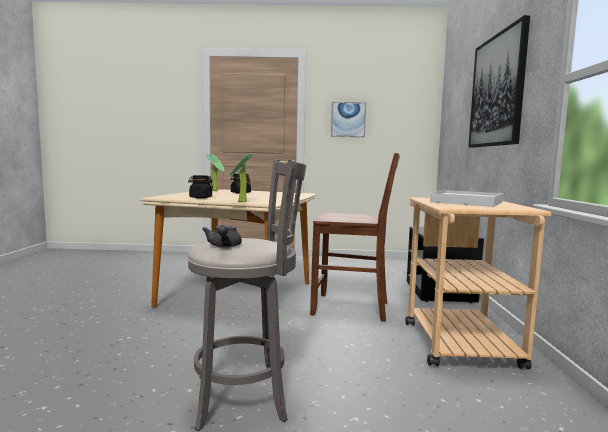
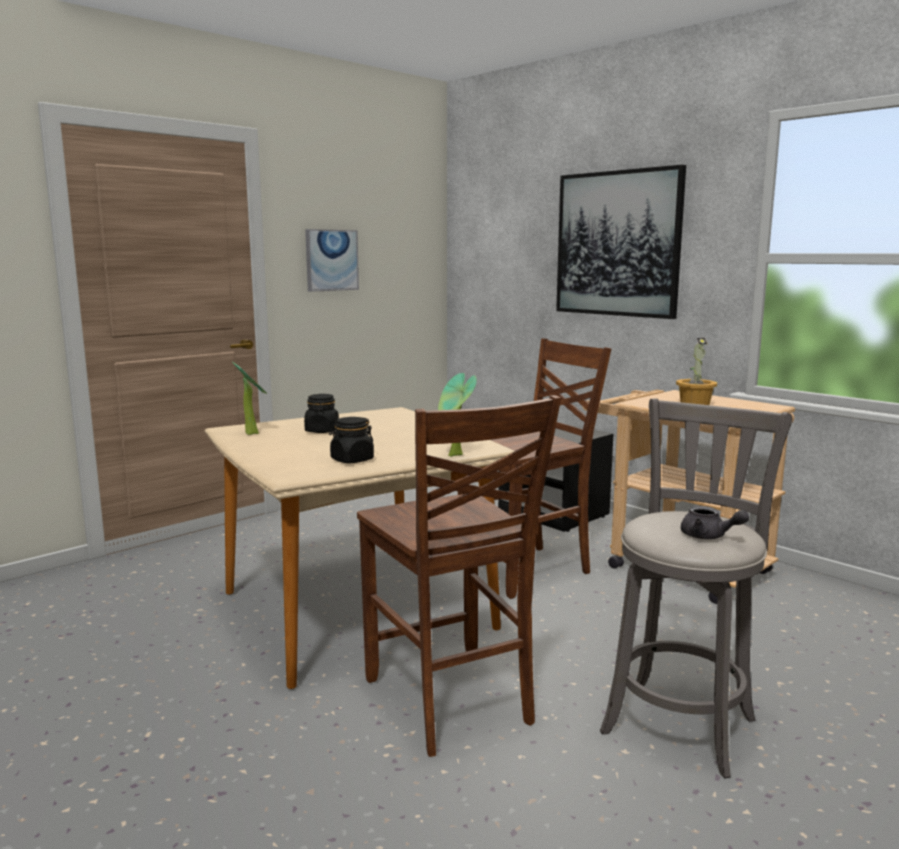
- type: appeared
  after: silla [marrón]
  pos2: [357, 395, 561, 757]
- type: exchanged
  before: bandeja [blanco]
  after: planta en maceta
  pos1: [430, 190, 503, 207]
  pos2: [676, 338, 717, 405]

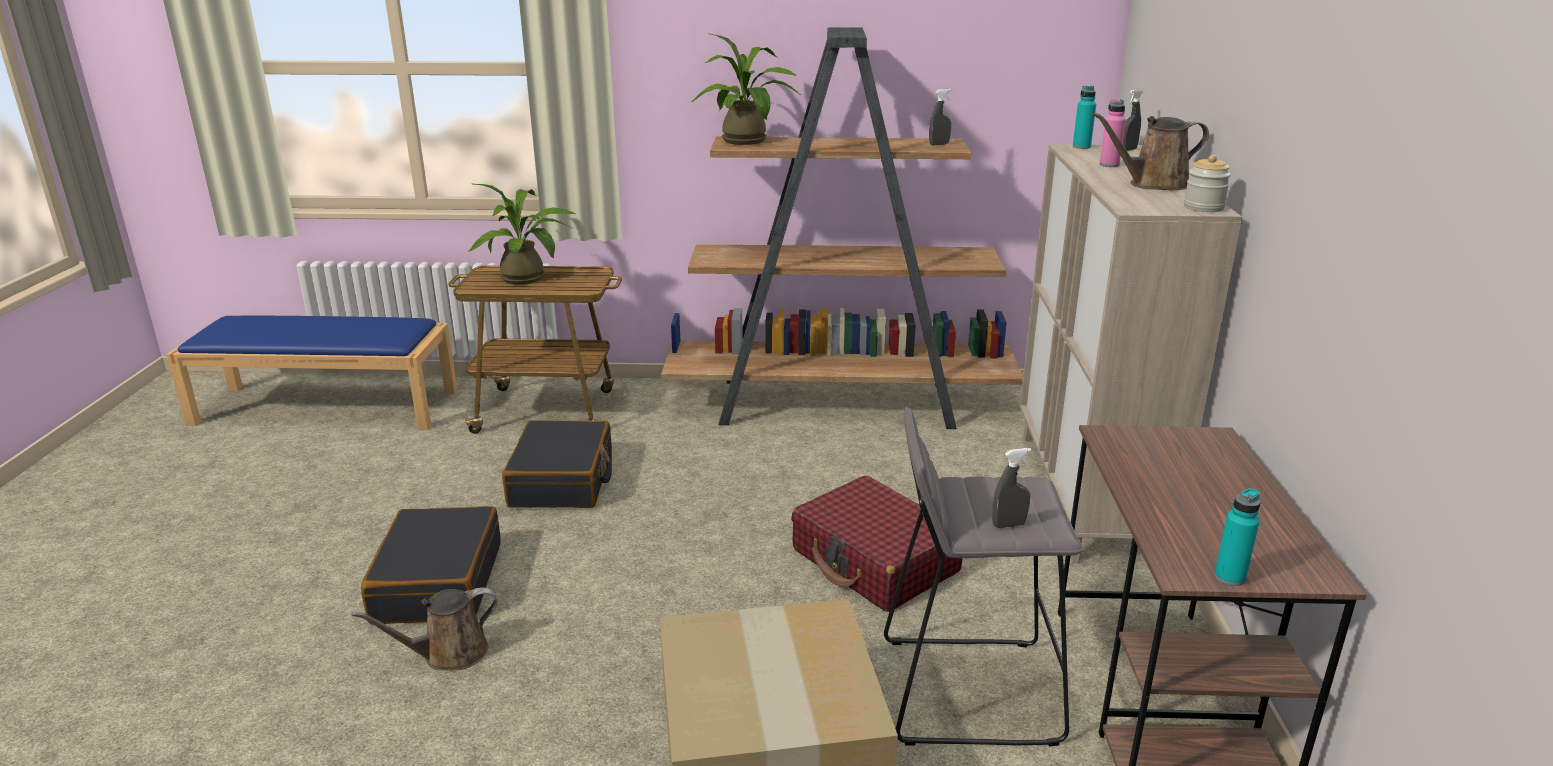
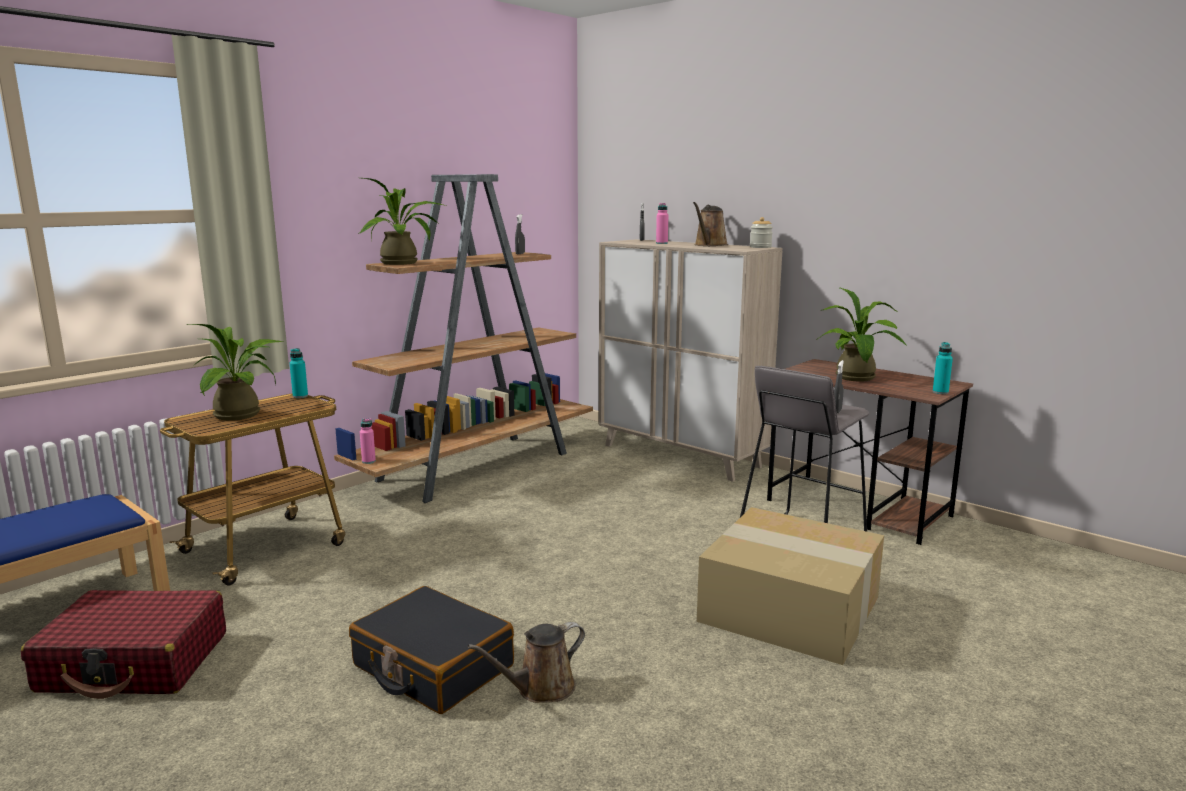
- type: missing
  before: maleta [negro]
  pos1: [502, 420, 612, 508]
- type: appeared
  after: botella [rosa]
  pos2: [360, 418, 376, 464]
- type: appeared
  after: planta en maceta
  pos2: [816, 287, 907, 382]
- type: relocated
  before: maleta [rojo]
  pos1: [791, 475, 962, 612]
  pos2: [21, 590, 226, 699]
- type: relocated
  before: botella [turquesa]
  pos1: [1073, 85, 1096, 149]
  pos2: [289, 348, 308, 398]
- type: spun
  before: regadera [marrón]
  pos1: [351, 587, 497, 670]
  pos2: [468, 622, 585, 703]
  turn: 45

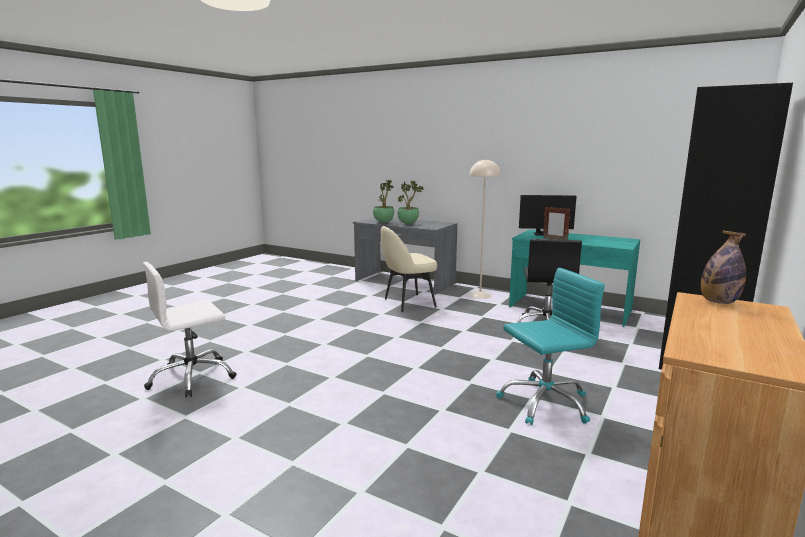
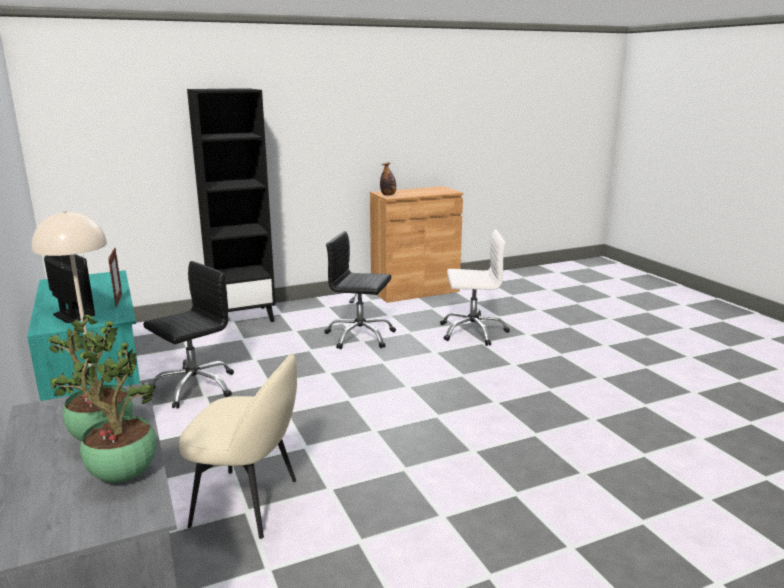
- type: relocated
  before: silla de oficina [blanco]
  pos1: [143, 262, 236, 397]
  pos2: [440, 229, 510, 346]
- type: colour
  before: silla de oficina [turquesa]
  after: silla de oficina [negro]
  pos1: [496, 268, 605, 425]
  pos2: [325, 231, 396, 349]

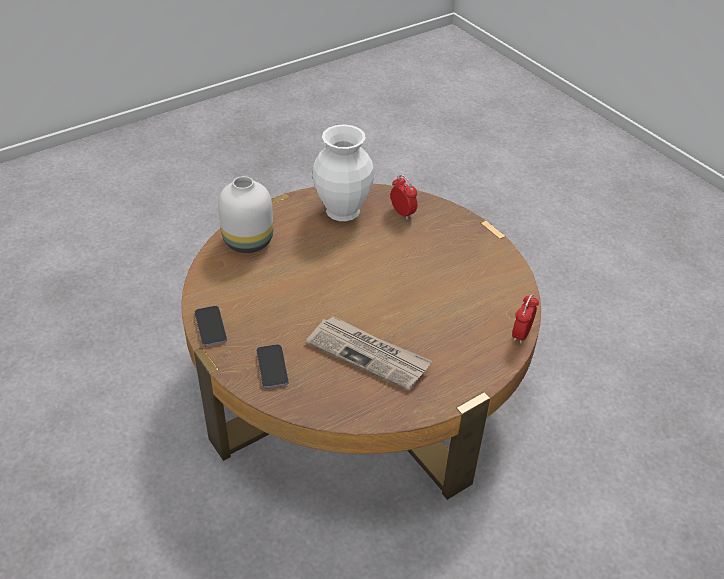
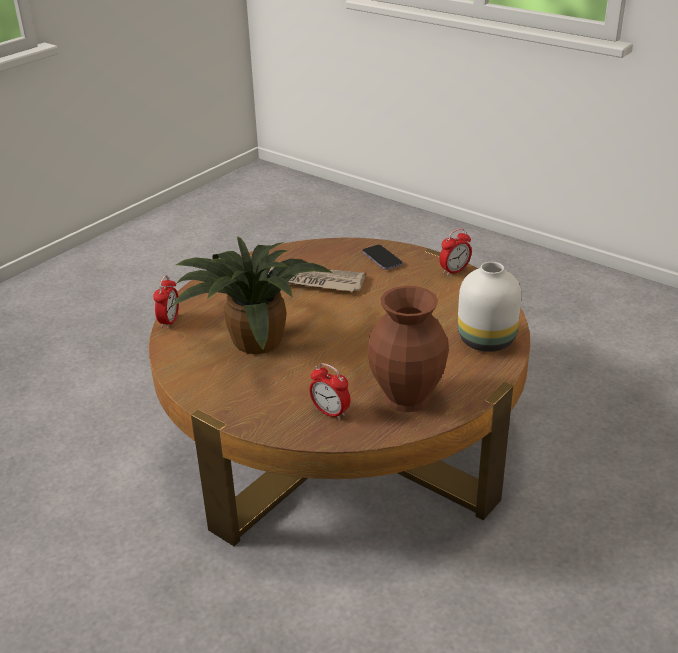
- type: appeared
  after: planta en maceta
  pos2: [172, 236, 332, 354]
- type: exchanged
  before: móvil
  after: despertador
  pos1: [195, 306, 227, 346]
  pos2: [439, 228, 472, 276]
- type: colour
  before: florero [blanco]
  after: florero [marrón]
  pos1: [312, 124, 374, 221]
  pos2: [368, 286, 449, 412]

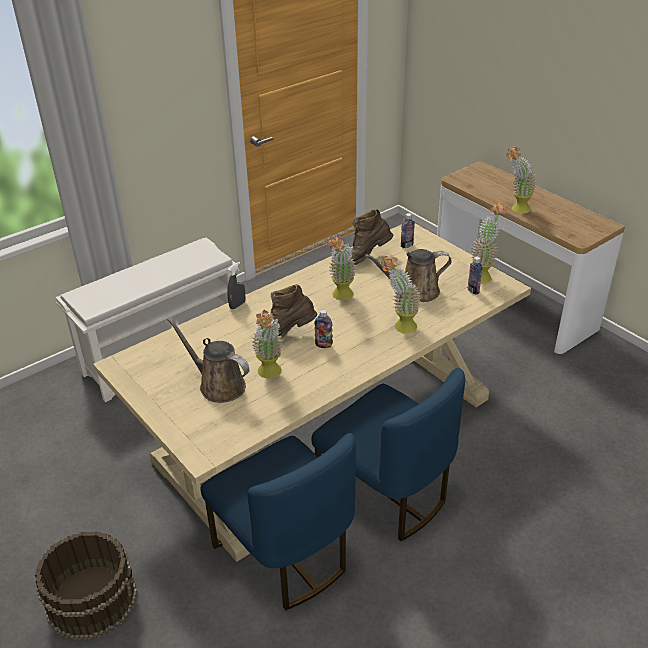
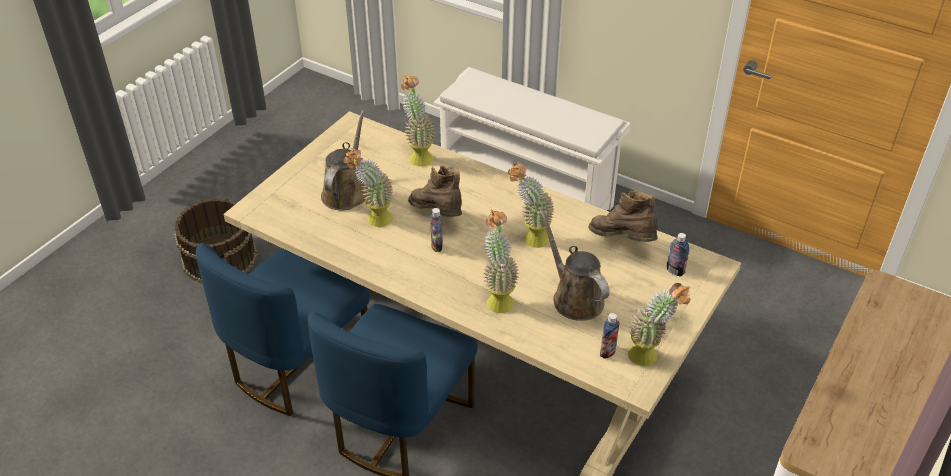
- type: missing
  before: pulverizador [gris]
  pos1: [227, 262, 245, 309]
- type: relocated
  before: planta en maceta
  pos1: [506, 146, 536, 213]
  pos2: [401, 75, 435, 167]

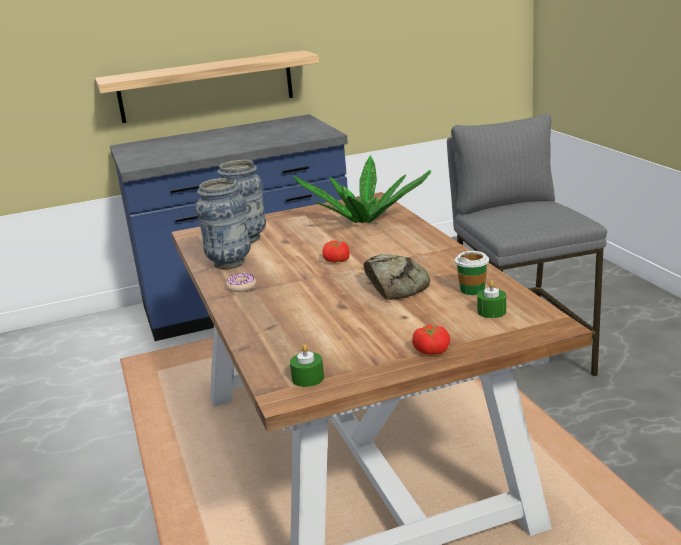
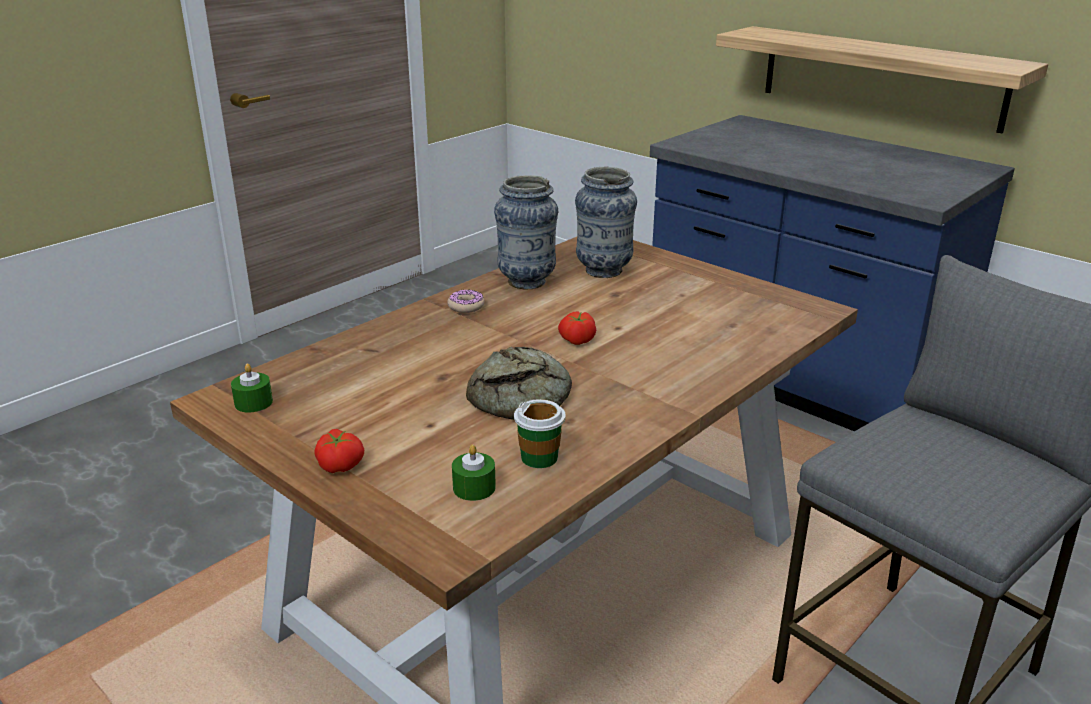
- type: missing
  before: planta en maceta
  pos1: [293, 155, 432, 223]

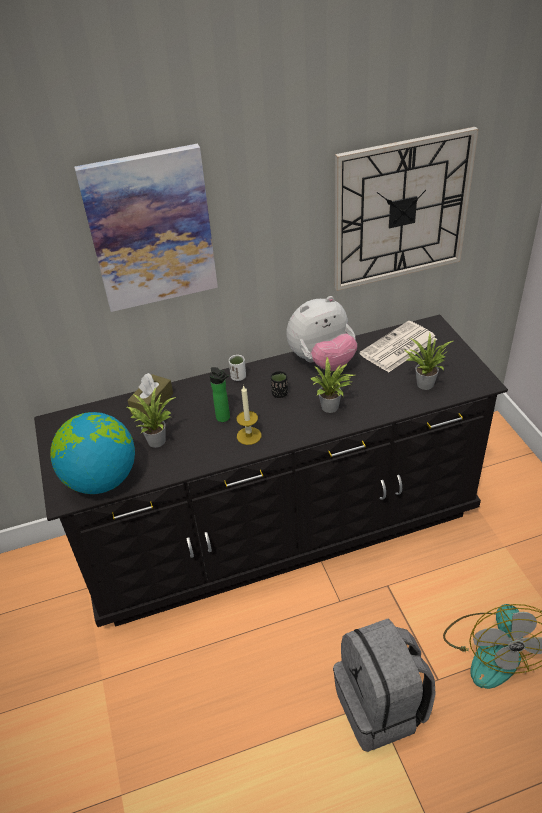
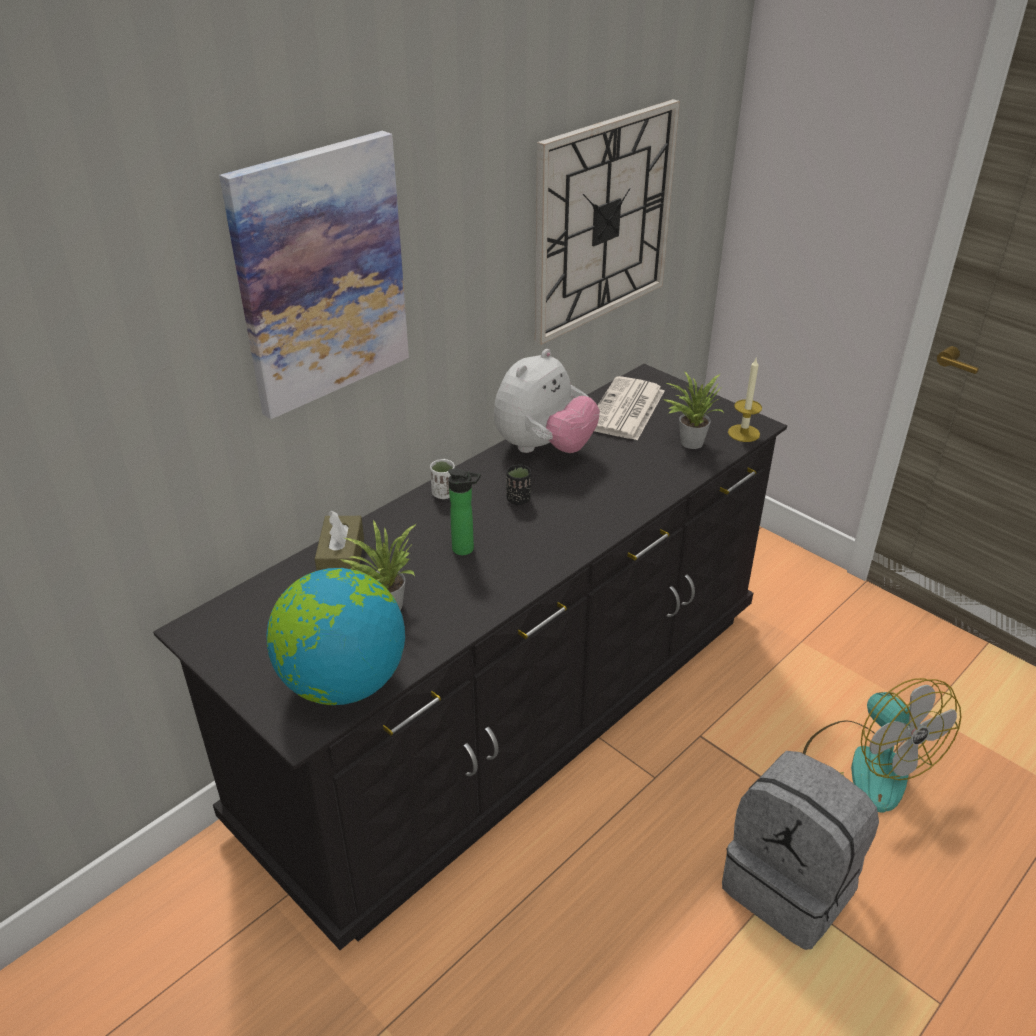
- type: missing
  before: planta en maceta
  pos1: [310, 357, 355, 413]
- type: relocated
  before: vela
  pos1: [236, 385, 261, 445]
  pos2: [728, 358, 762, 442]

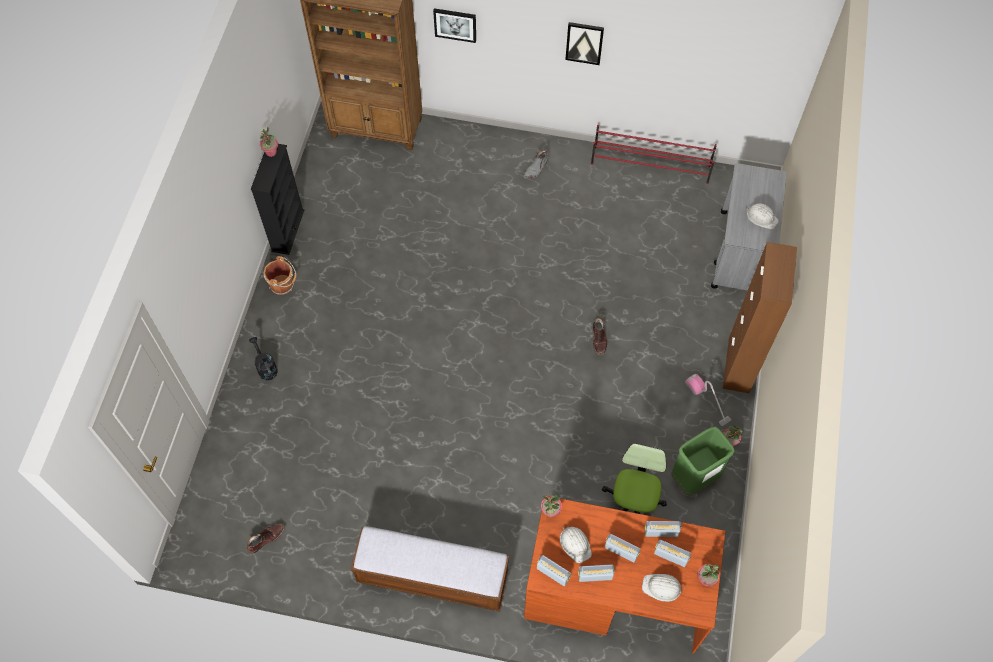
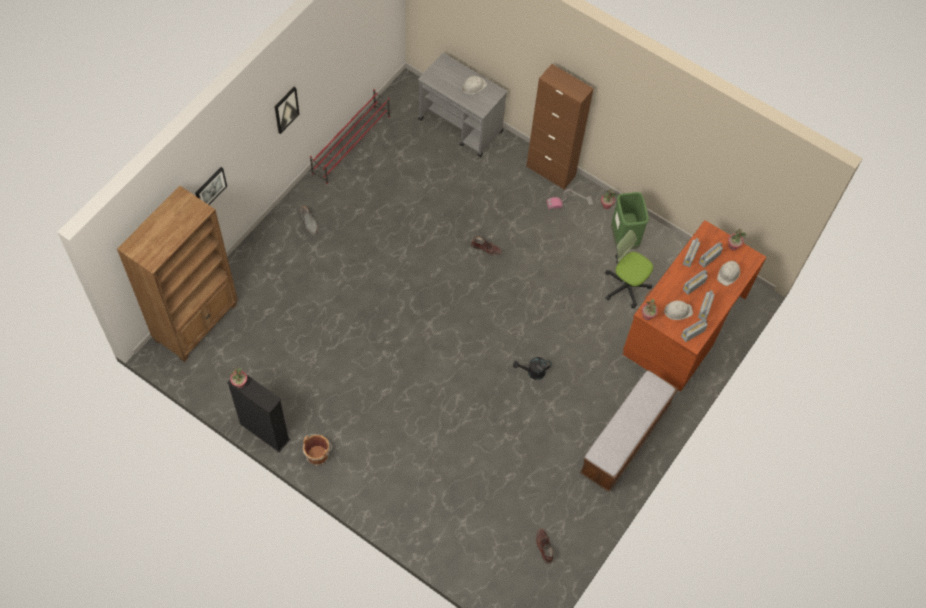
- type: relocated
  before: regadera [negro]
  pos1: [249, 337, 278, 380]
  pos2: [513, 357, 552, 380]

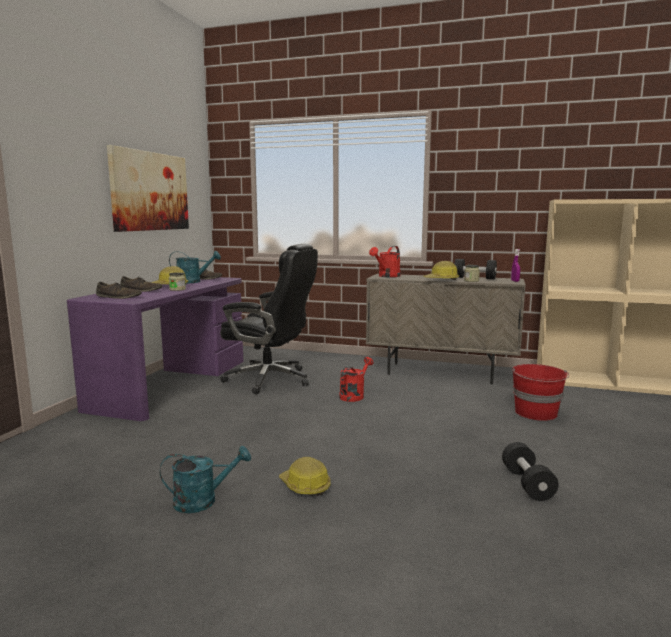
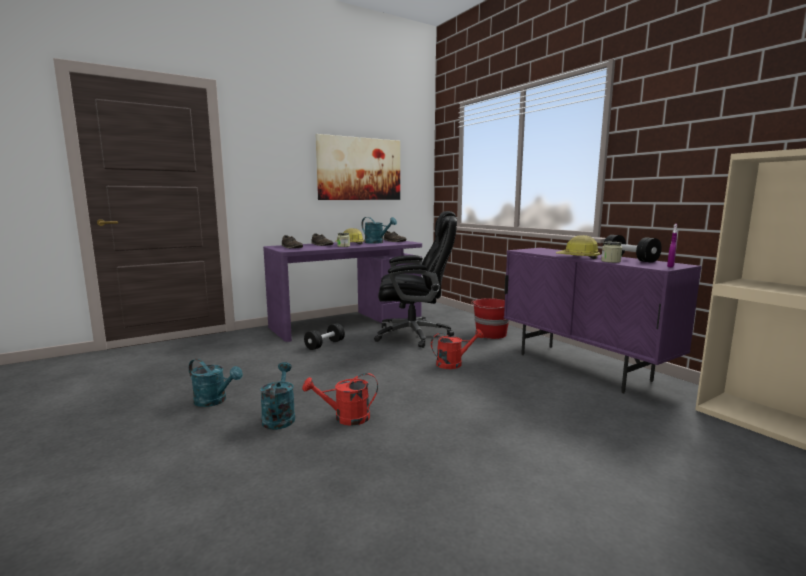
- type: relocated
  before: regadera [rojo]
  pos1: [369, 246, 401, 277]
  pos2: [302, 373, 378, 426]
- type: relocated
  before: mancuerna [negro]
  pos1: [502, 442, 559, 501]
  pos2: [304, 323, 345, 350]
- type: relocated
  before: cubo [rojo]
  pos1: [512, 364, 569, 421]
  pos2: [471, 298, 510, 339]
- type: exchanged
  before: casco
  after: regadera [turquesa]
  pos1: [279, 457, 331, 497]
  pos2: [260, 362, 295, 430]
- type: colour
  before: armario [beis]
  after: armario [morado]
  pos1: [366, 274, 526, 385]
  pos2: [504, 248, 702, 393]
- type: spun
  before: silla de oficina [negro]
  pos1: [220, 244, 318, 395]
  pos2: [374, 211, 457, 348]
  turn: -60

